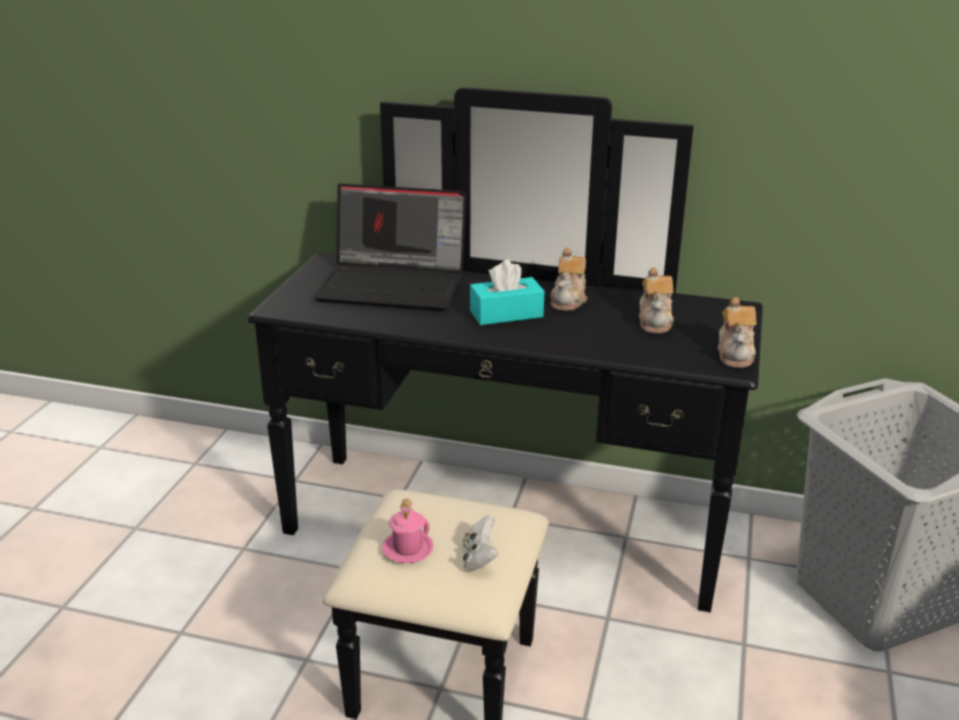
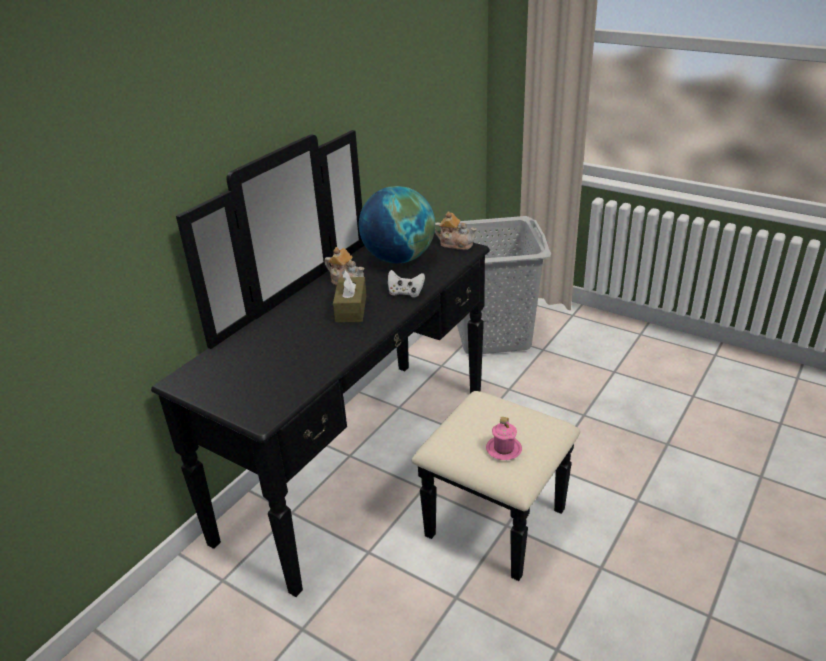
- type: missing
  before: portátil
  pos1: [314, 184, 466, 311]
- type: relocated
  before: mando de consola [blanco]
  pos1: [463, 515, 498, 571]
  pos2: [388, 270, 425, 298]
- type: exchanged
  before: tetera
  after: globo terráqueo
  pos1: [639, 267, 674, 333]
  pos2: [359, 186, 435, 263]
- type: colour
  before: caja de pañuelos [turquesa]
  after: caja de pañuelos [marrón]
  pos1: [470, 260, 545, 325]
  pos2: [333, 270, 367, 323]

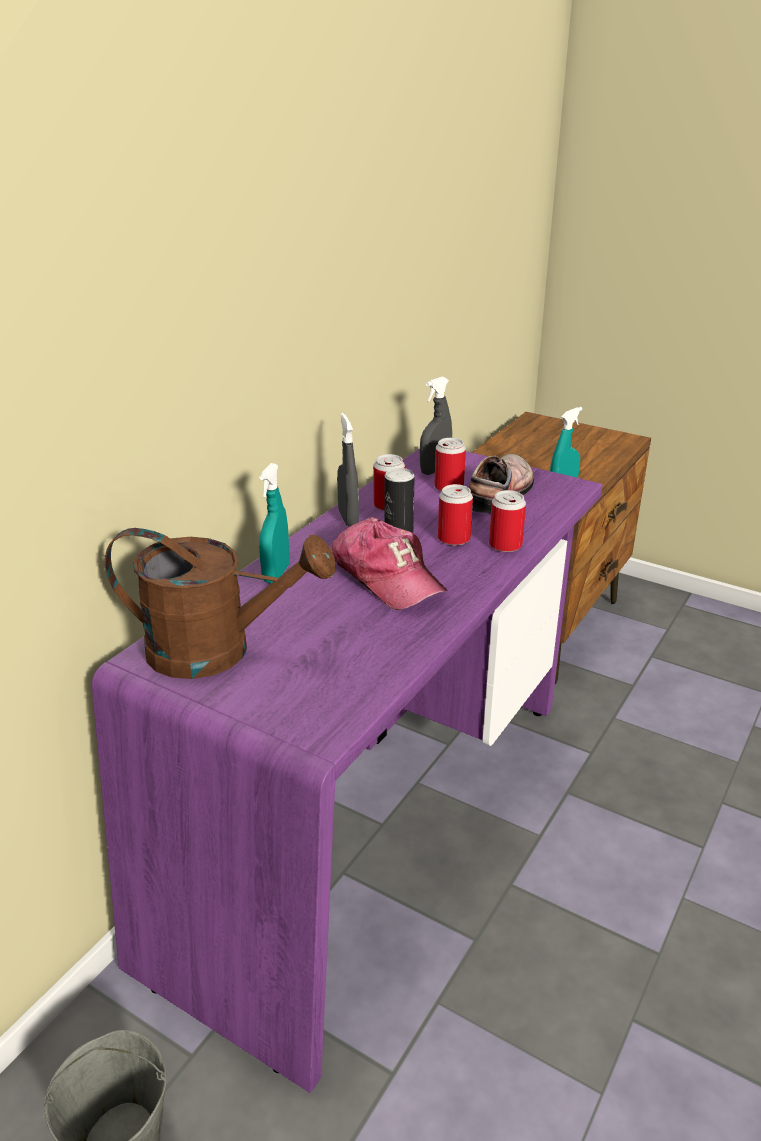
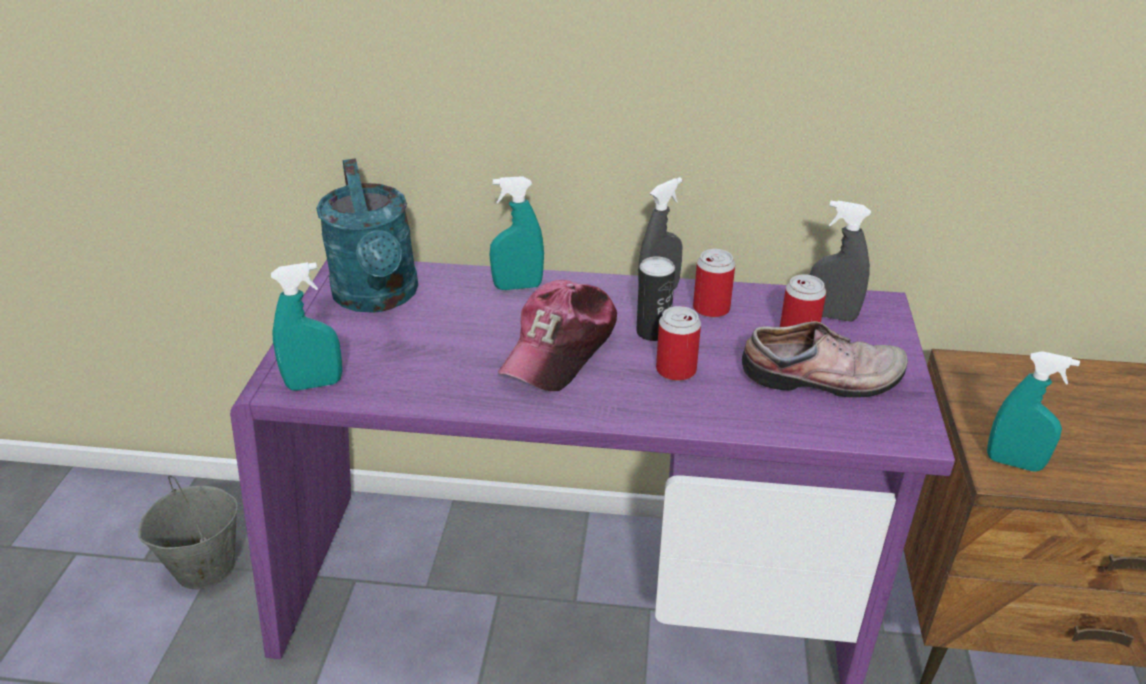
- type: missing
  before: lata
  pos1: [489, 490, 526, 552]
- type: appeared
  after: pulverizador [turquesa]
  pos2: [271, 262, 342, 391]
- type: colour
  before: regadera [marrón]
  after: regadera [turquesa]
  pos1: [105, 528, 335, 679]
  pos2: [316, 158, 418, 313]

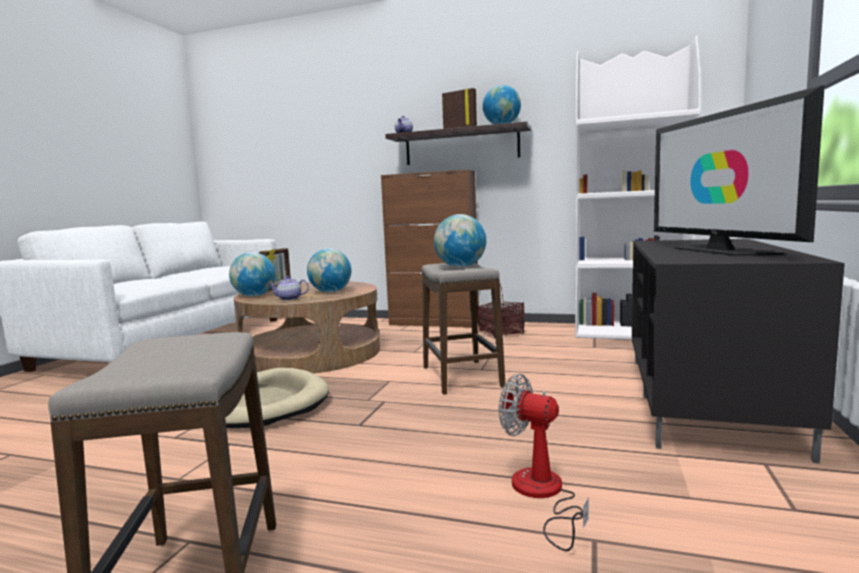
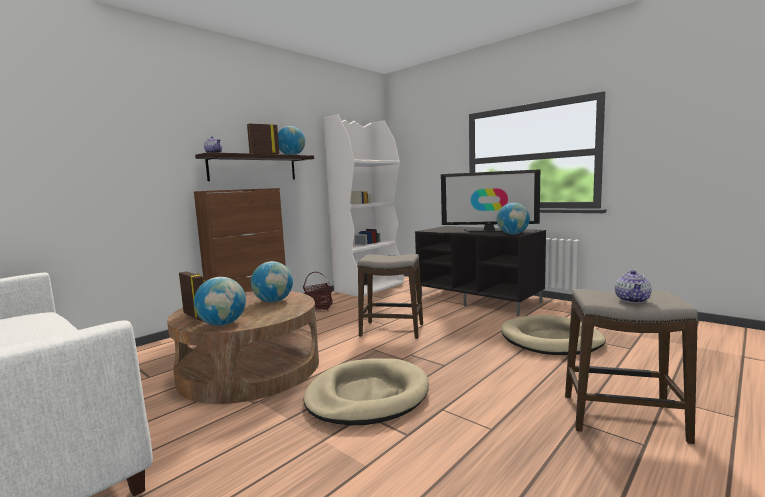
- type: relocated
  before: tetera
  pos1: [268, 276, 309, 300]
  pos2: [615, 270, 651, 303]
- type: relocated
  before: globo terráqueo
  pos1: [434, 214, 486, 267]
  pos2: [497, 203, 530, 235]
- type: exchanged
  before: ventilador
  after: cama para perro [beis]
  pos1: [499, 374, 589, 551]
  pos2: [501, 315, 606, 355]

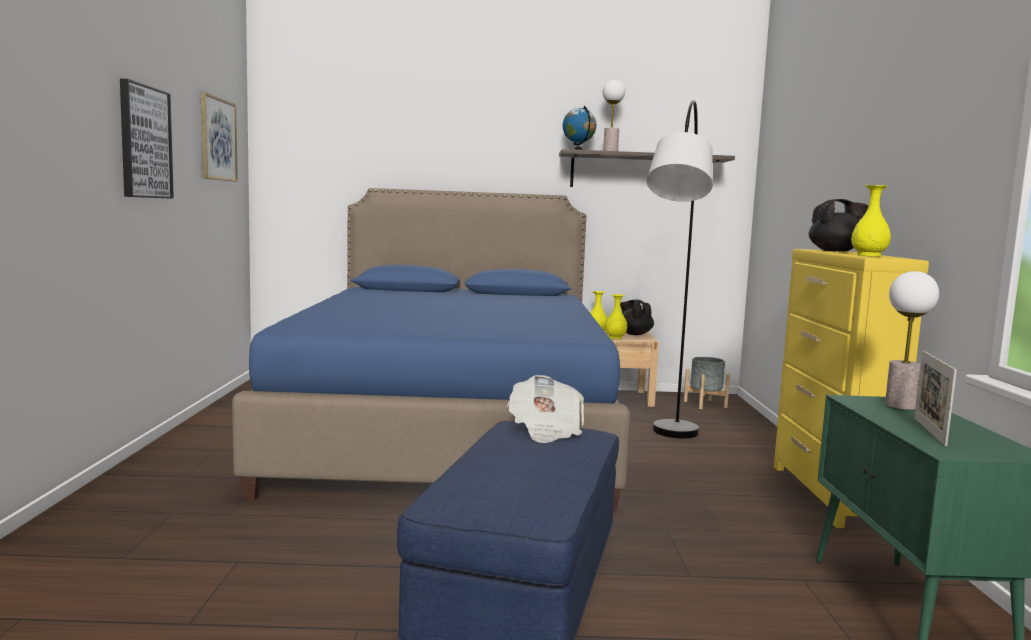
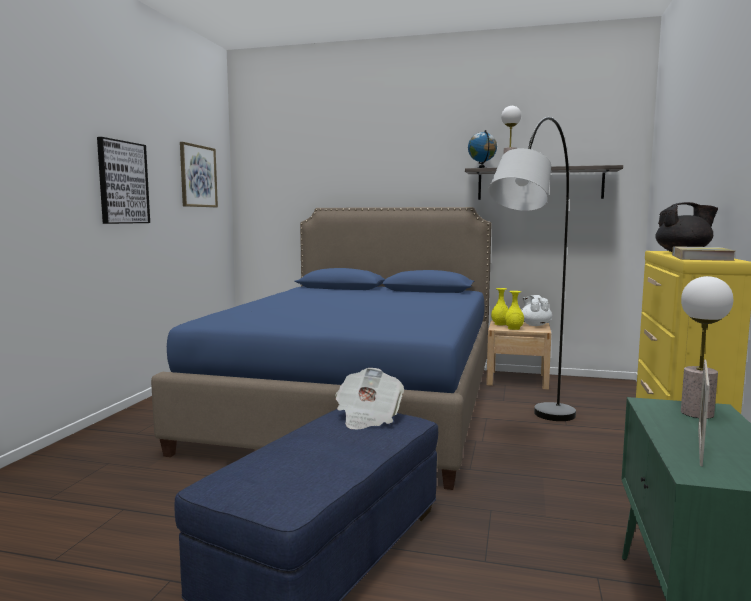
- type: missing
  before: maceta [gris]
  pos1: [684, 357, 730, 409]
- type: exchanged
  before: florero [amarillo]
  after: libro
  pos1: [851, 185, 891, 257]
  pos2: [672, 246, 735, 261]
- type: colour
  before: tetera [negro]
  after: tetera [blanco]
  pos1: [620, 299, 654, 335]
  pos2: [521, 295, 552, 326]

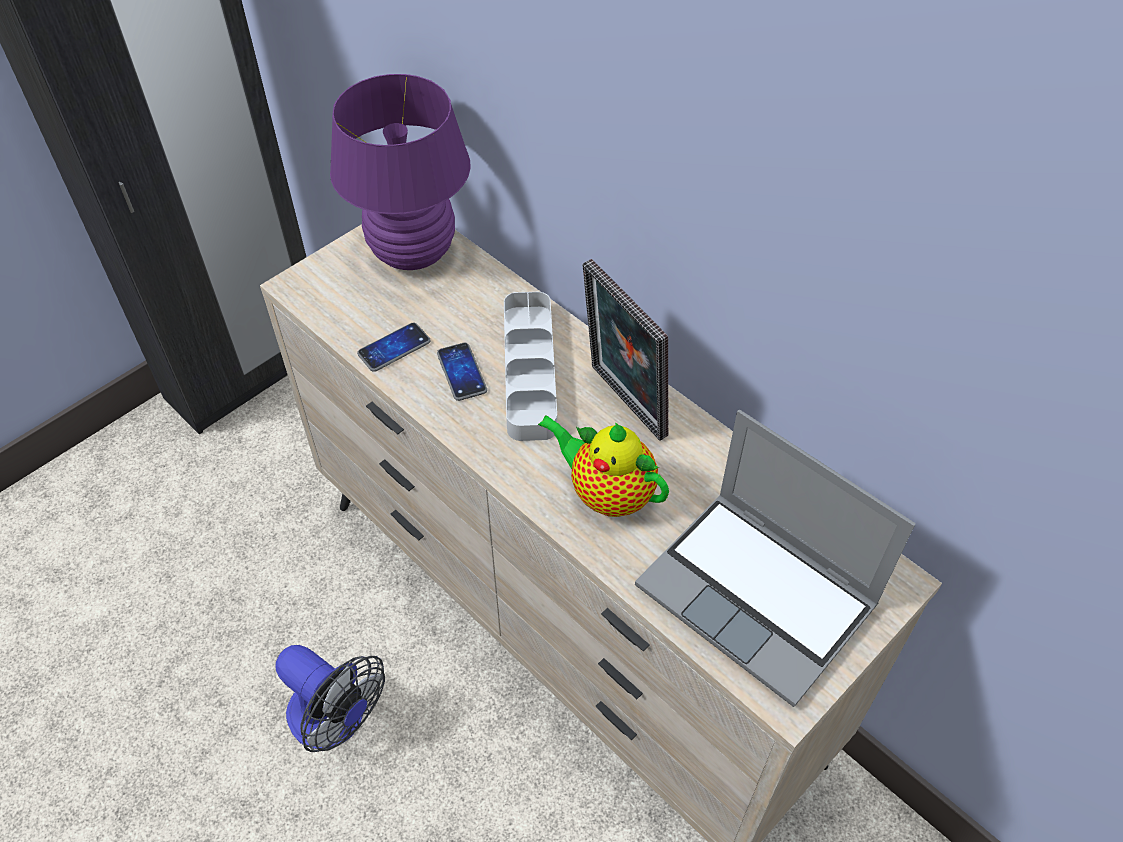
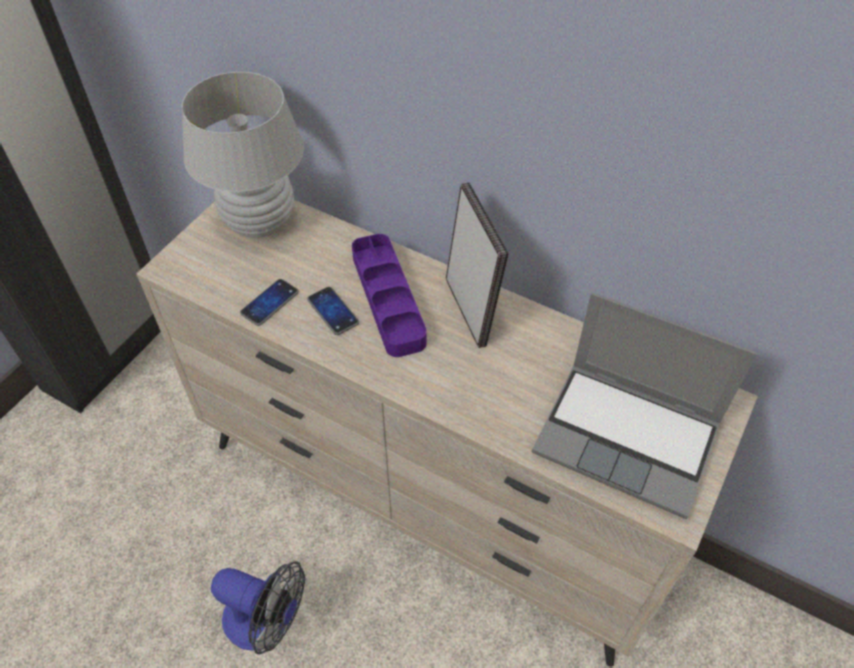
- type: missing
  before: tetera
  pos1: [538, 415, 669, 517]
- type: colour
  before: lámpara de mesa [morado]
  after: lámpara de mesa [blanco]
  pos1: [330, 74, 470, 270]
  pos2: [181, 72, 304, 238]
- type: colour
  before: bandeja [gris]
  after: bandeja [morado]
  pos1: [504, 292, 557, 441]
  pos2: [352, 234, 427, 357]
- type: spun
  before: portarretratos
  pos1: [582, 259, 668, 441]
  pos2: [446, 183, 509, 348]
  turn: -150

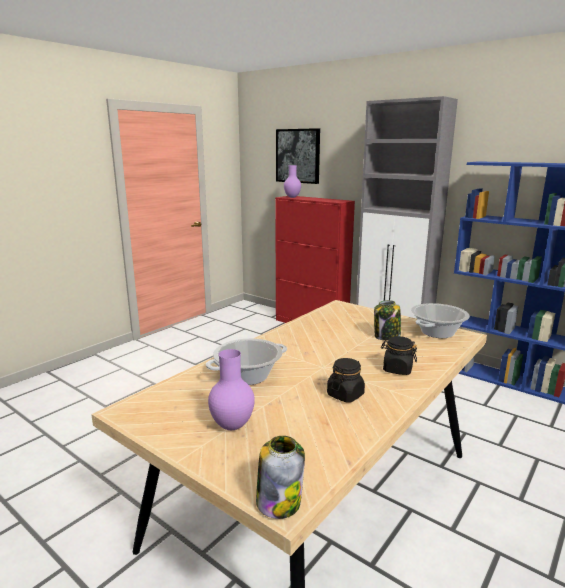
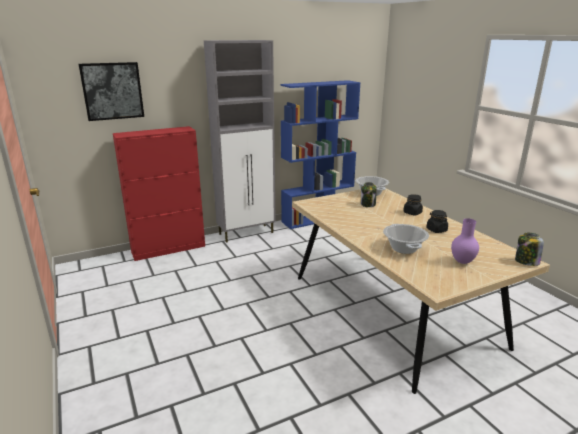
- type: missing
  before: florero [morado]
  pos1: [284, 165, 301, 198]

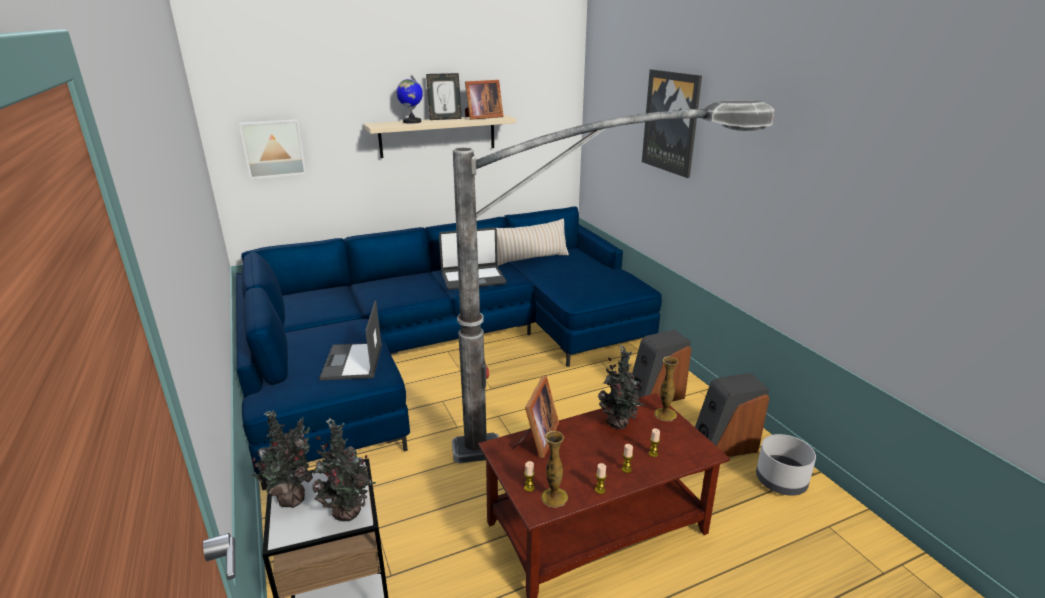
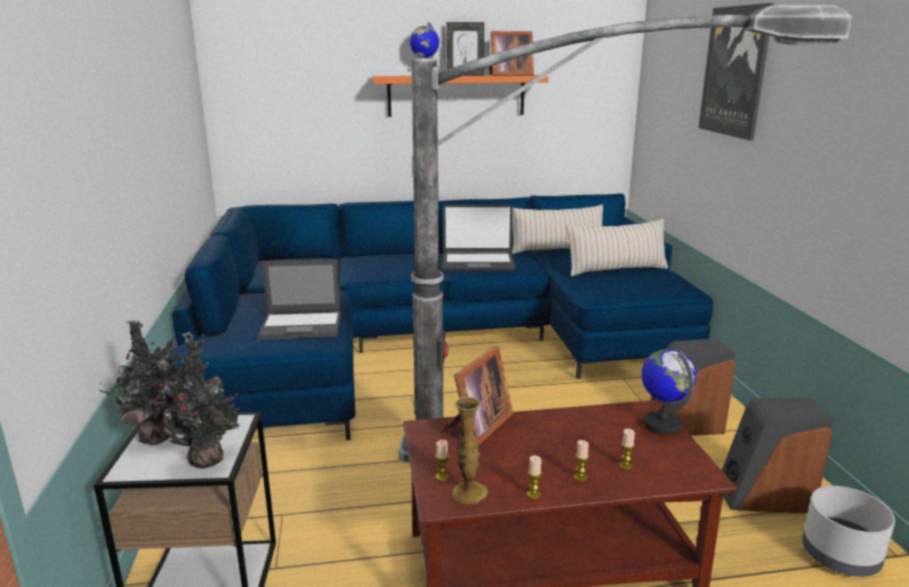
- type: missing
  before: cuadro
  pos1: [239, 119, 307, 179]
- type: missing
  before: planta en maceta
  pos1: [598, 345, 645, 429]
- type: appeared
  after: cojín [beis]
  pos2: [566, 219, 668, 276]
- type: exchanged
  before: florero
  after: globo terráqueo
  pos1: [654, 356, 678, 421]
  pos2: [641, 349, 696, 435]
- type: colour
  before: estante [beis]
  after: estante [naranja]
  pos1: [364, 114, 516, 158]
  pos2: [372, 75, 549, 117]
- type: spun
  before: portátil
  pos1: [319, 301, 382, 381]
  pos2: [257, 259, 341, 340]
  turn: -105

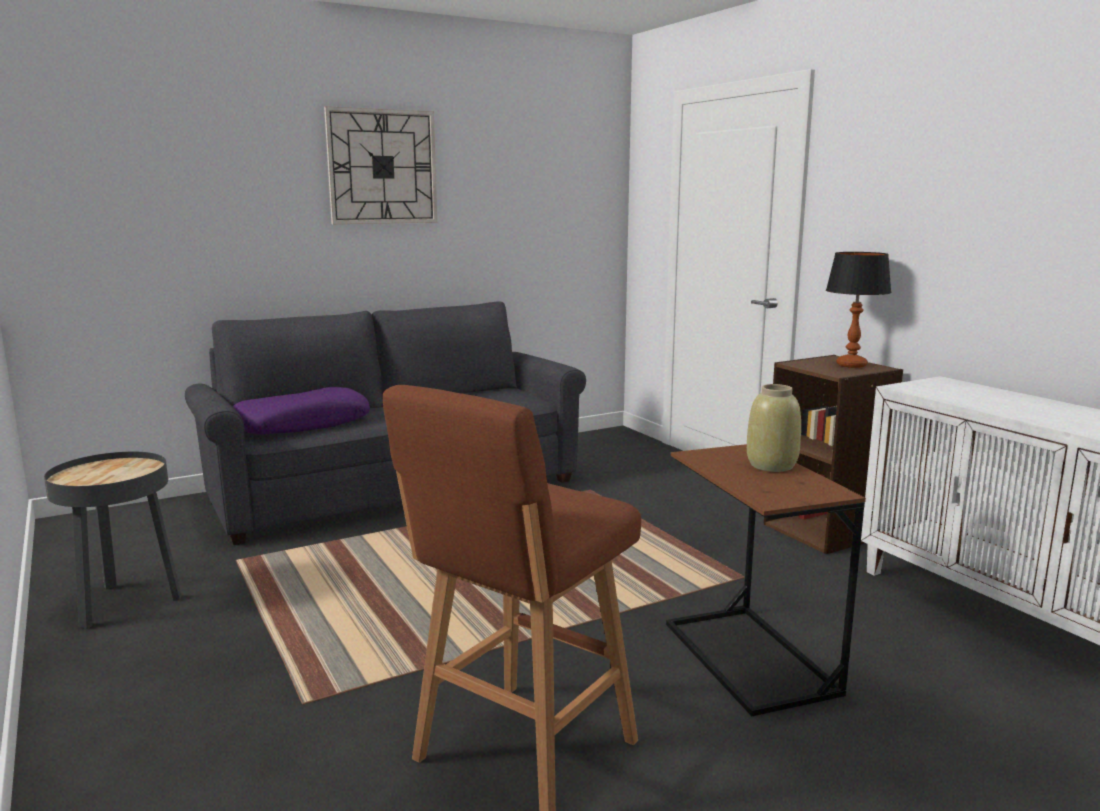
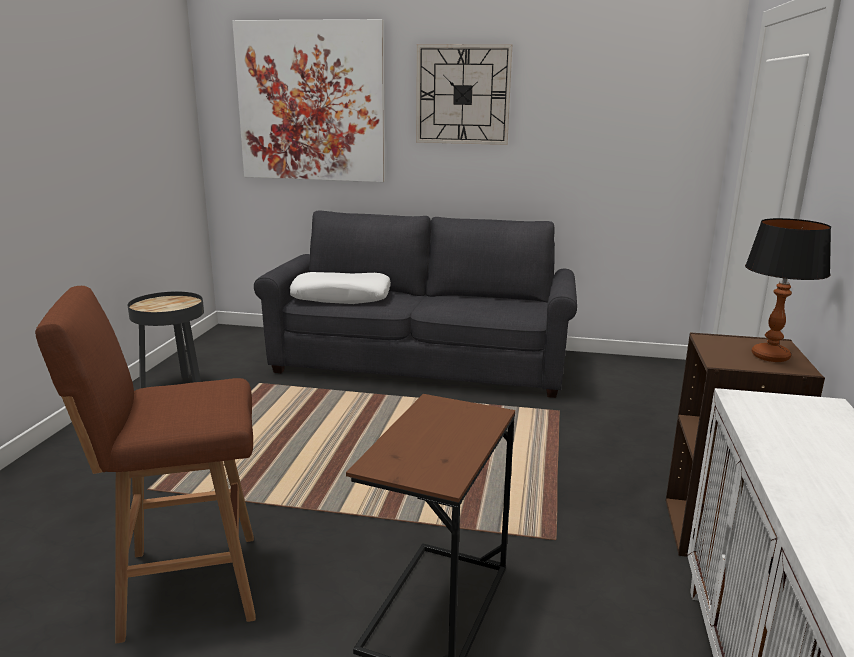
- type: missing
  before: florero [beis]
  pos1: [747, 384, 801, 472]
- type: appeared
  after: cuadro
  pos2: [232, 19, 385, 182]
- type: colour
  before: cojín [morado]
  after: cojín [blanco]
  pos1: [233, 387, 370, 434]
  pos2: [290, 272, 391, 304]

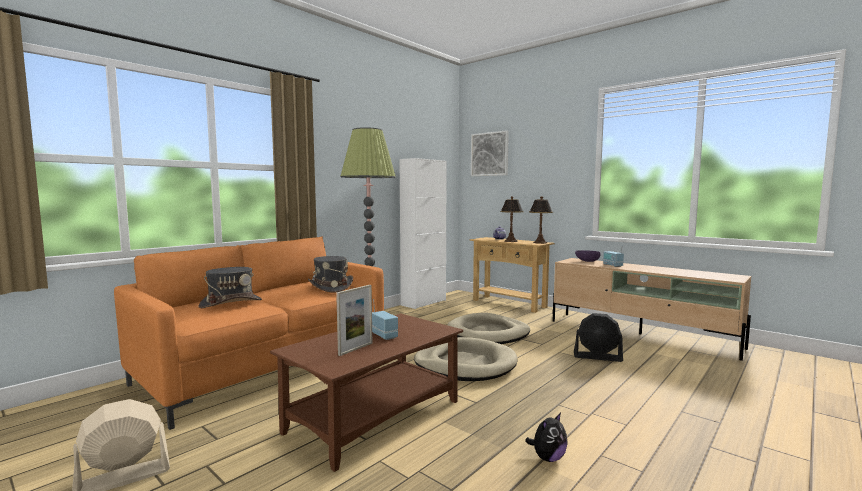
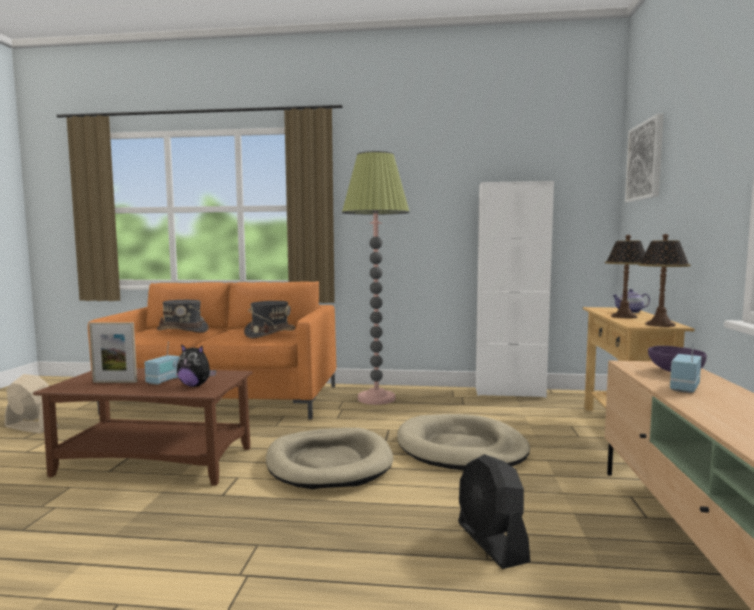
- type: relocated
  before: peluche
  pos1: [525, 413, 568, 462]
  pos2: [177, 344, 216, 387]

